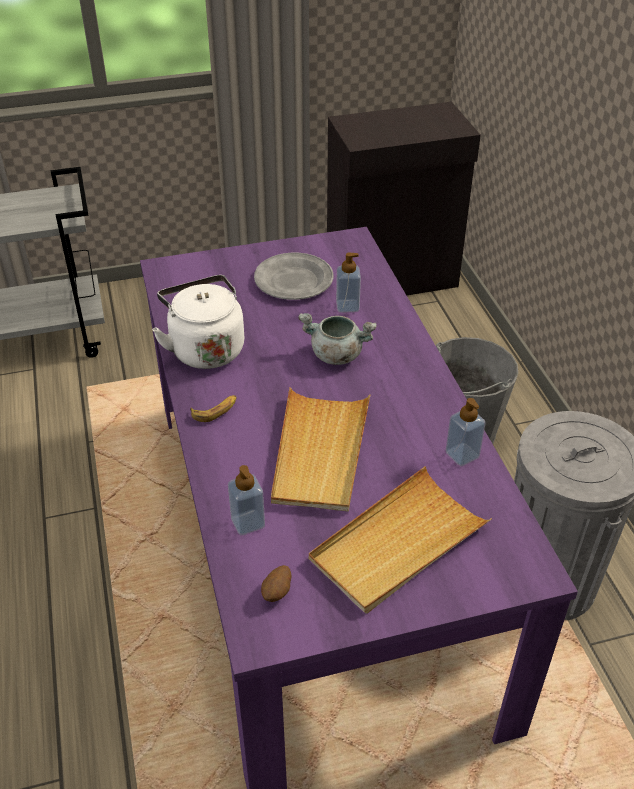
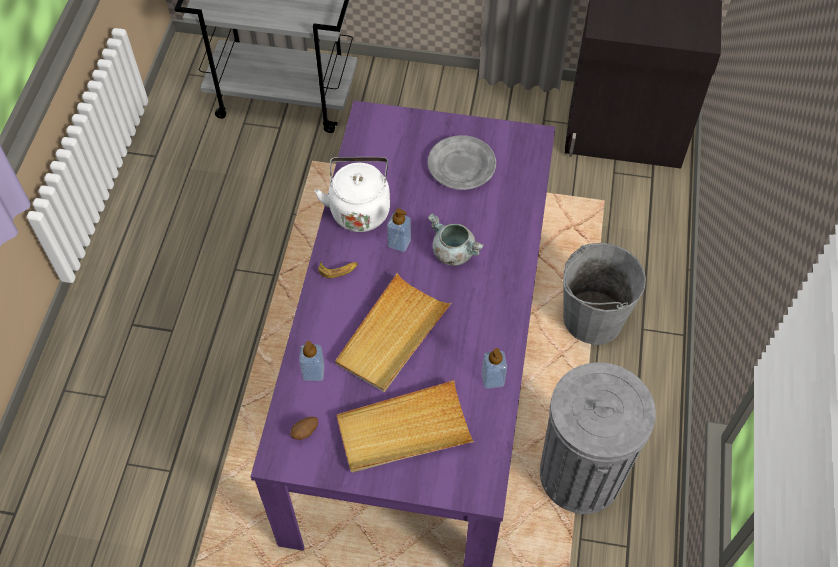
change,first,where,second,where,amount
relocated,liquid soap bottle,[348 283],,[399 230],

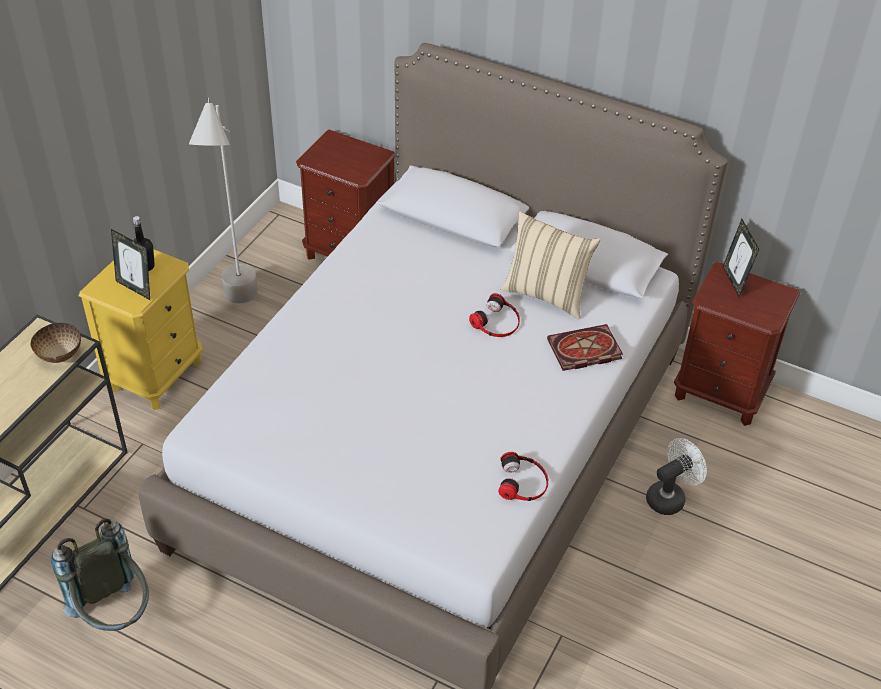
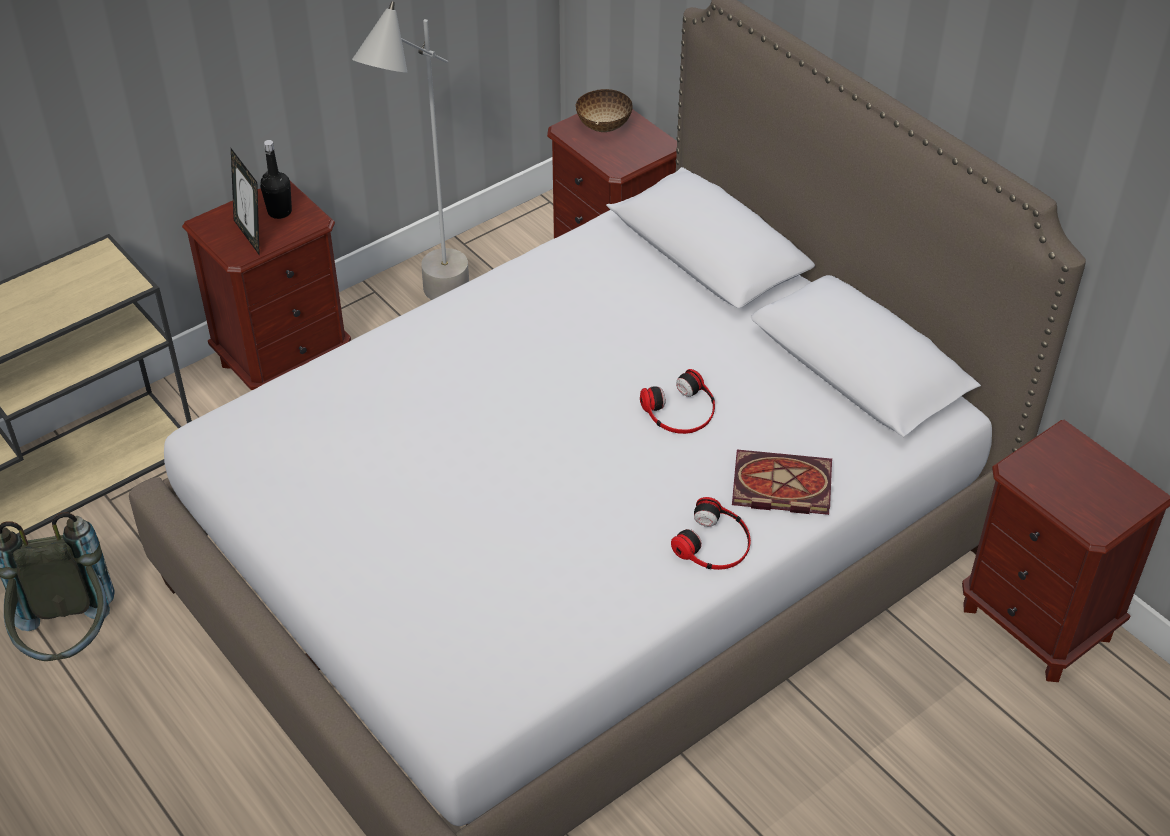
change,first,where,second,where,amount
colour,bedside table (yellow),[141 329],bedside table (brown-coloured),[266 285],
relocated,bowl,[56 343],,[604 110],
relocated,headphones,[523 476],,[711 533],
missing,cushion (beige),[550 265],,,
missing,electric fan (white-coloured),[676 476],,,
missing,standing frame,[741 258],,,

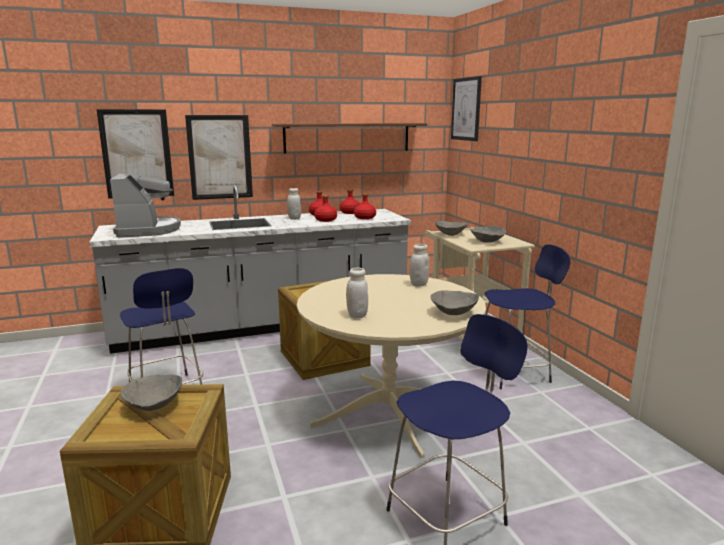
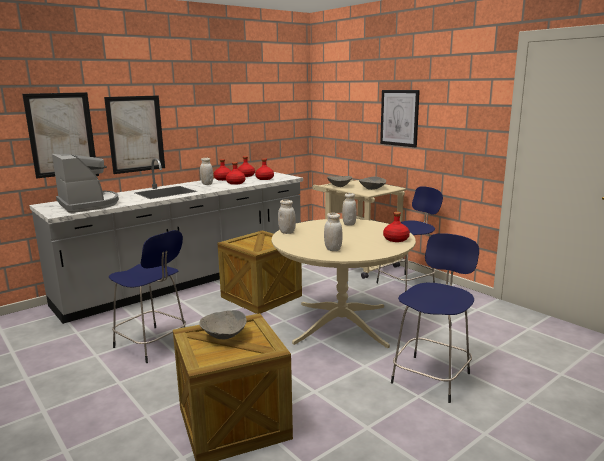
change,first,where,second,where,amount
appeared,,,preserve jar (white-coloured),[286 217],
relocated,wall picture,[466 108],,[400 118],
exchanged,bowl (grey),[455 302],bottle (reddish),[396 227],
missing,wall shelf (brown-coloured),[349 138],,,

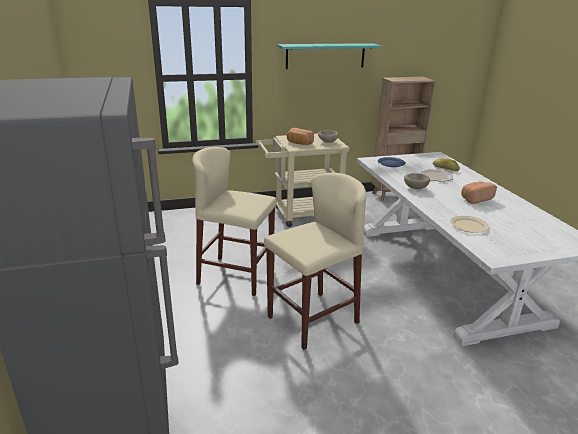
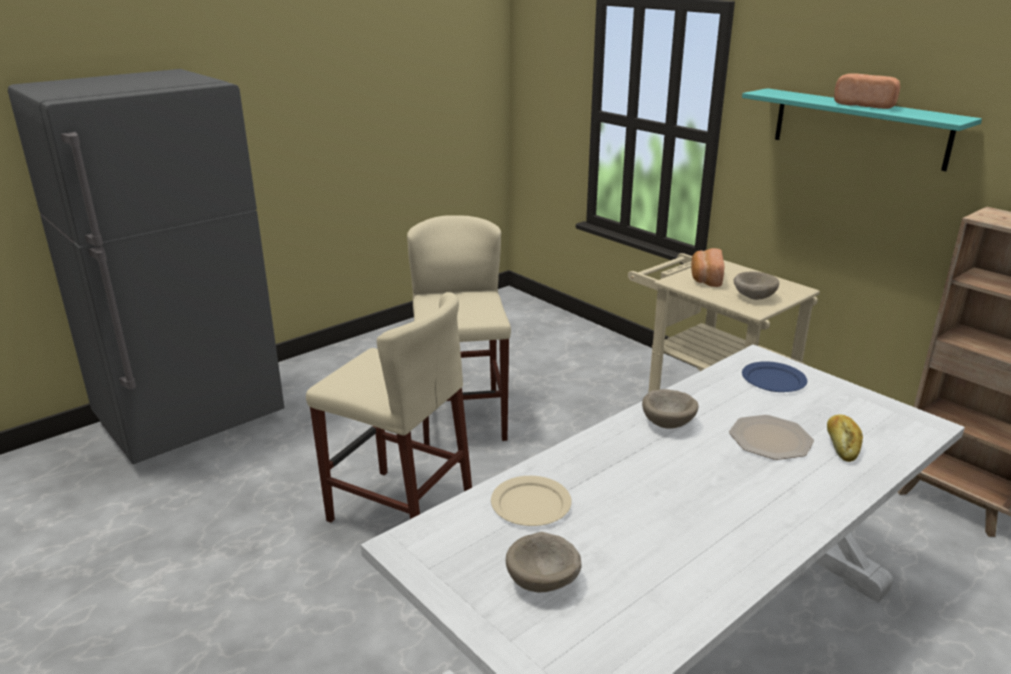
change,first,where,second,where,amount
appeared,,,bowl (beige),[544 562],
relocated,bread,[479 192],,[867 91],

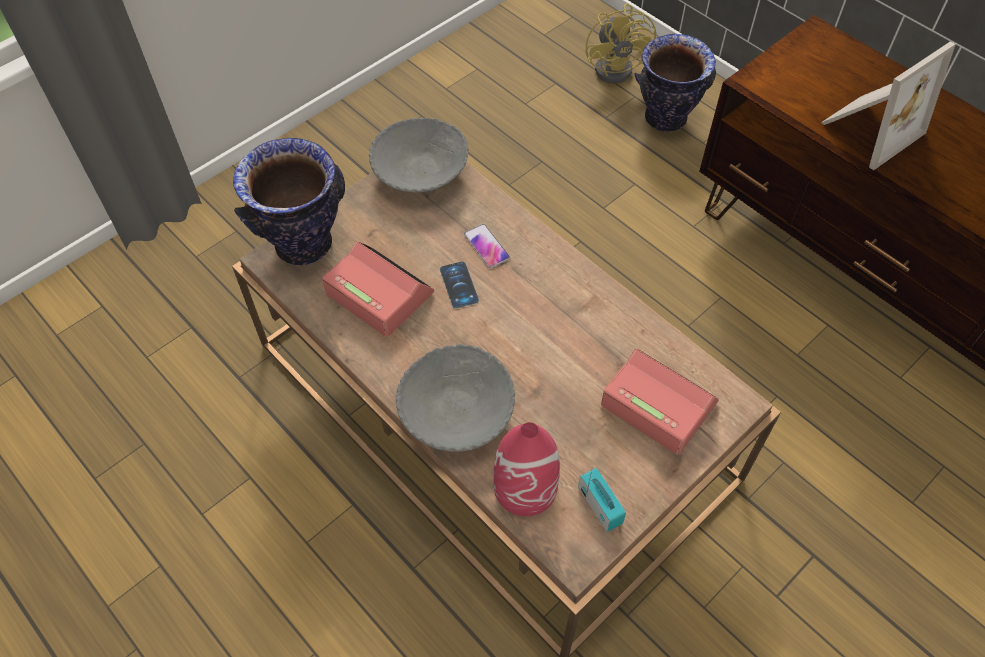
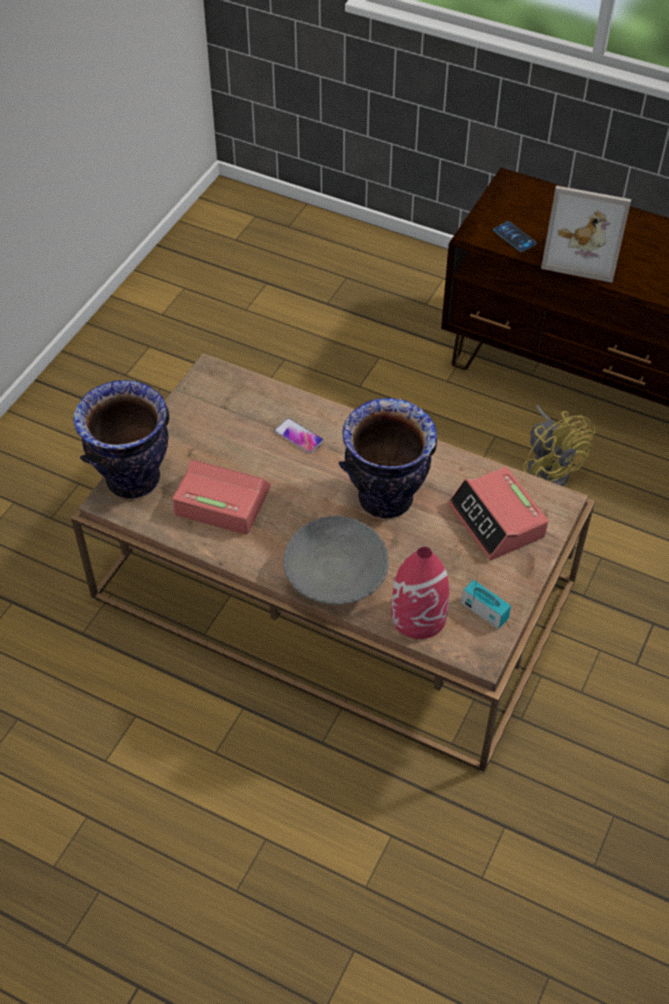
change,first,where,second,where,amount
relocated,decorative vase,[675 83],,[388 458],
spun,alarm clock,[660 402],,[498 513],135 degrees counterclockwise
relocated,phone,[459 285],,[515 236],
relocated,electric fan (yellow),[621 44],,[559 445],
spun,standing frame,[888 105],,[586 234],75 degrees clockwise
missing,bowl (grey),[418 155],,,

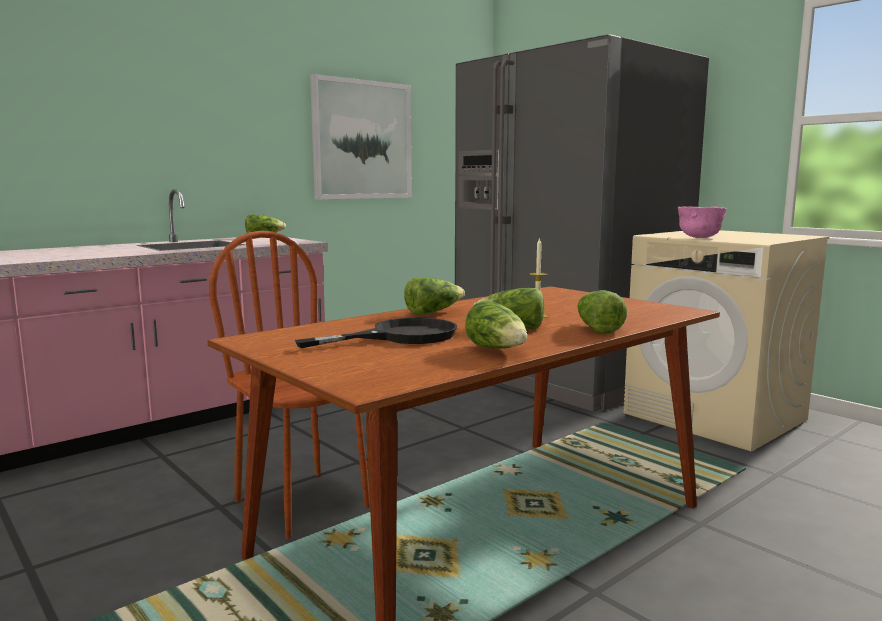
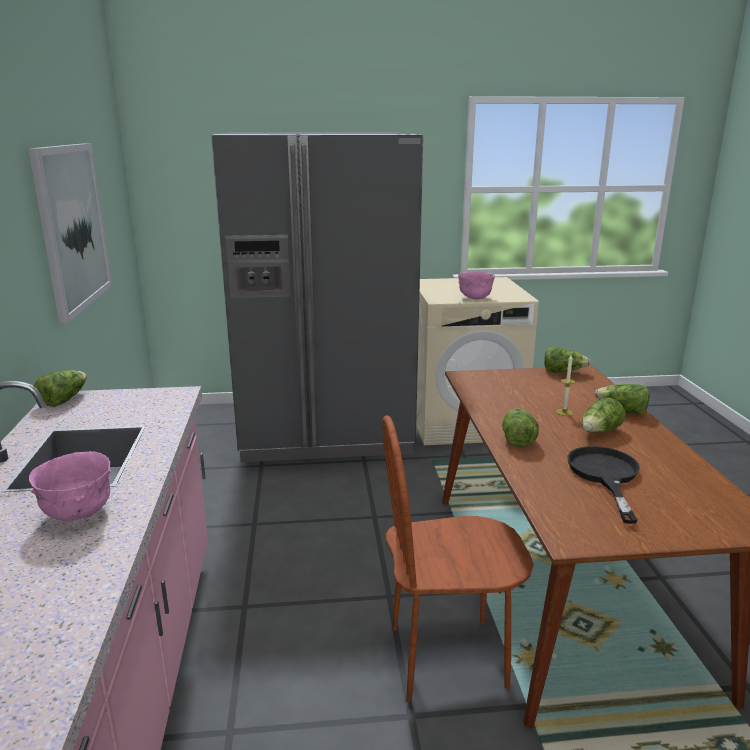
change,first,where,second,where,amount
appeared,,,bowl (pink-coloured),[70 486],
relocated,lettuce head,[496 324],,[567 360],

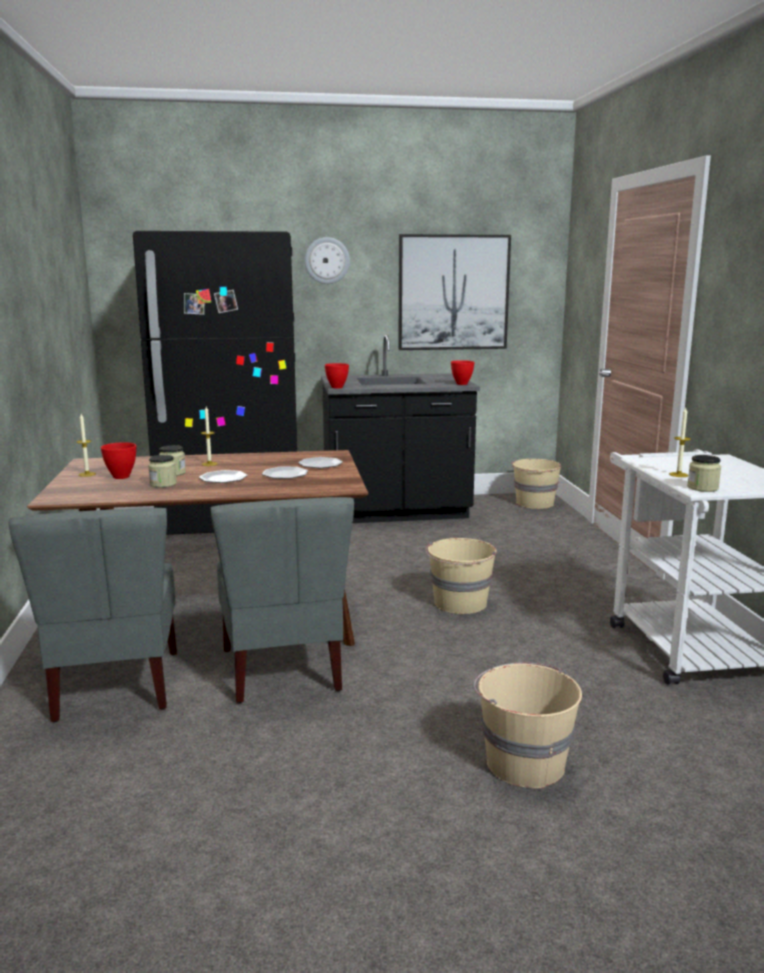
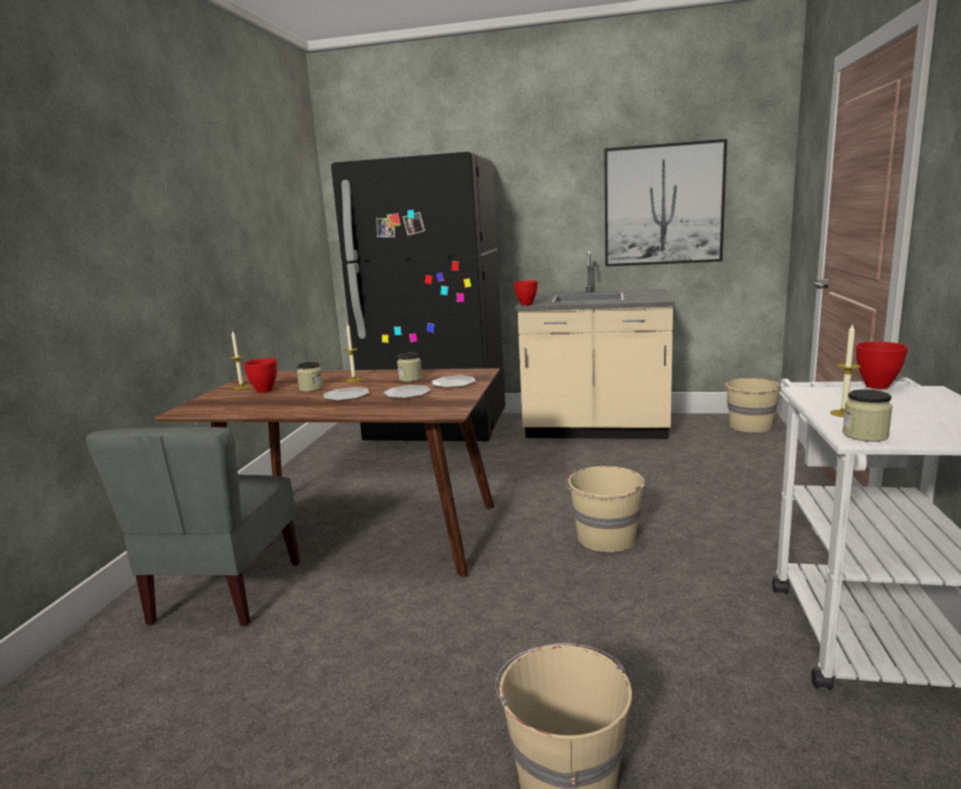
change,first,where,second,where,amount
relocated,preserve jar,[162 471],,[409 367],
colour,kitchen counter (black-coloured),[400 429],kitchen counter (beige),[595 345],
relocated,bowl (reddish),[463 372],,[882 365],
missing,plain chair (grey),[282 600],,,
missing,hanging clock,[327 260],,,

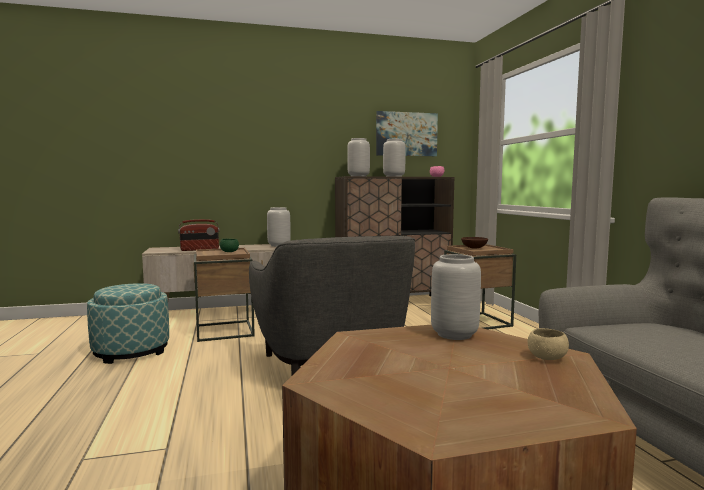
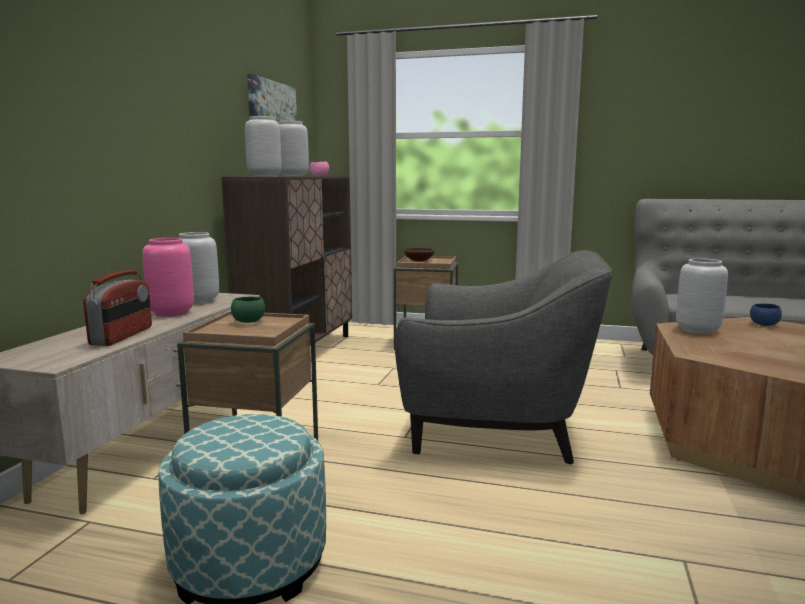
change,first,where,second,where,amount
appeared,,,decorative vase (pink-coloured),[168 277],
colour,bowl (beige),[548 344],bowl (blue),[766 315],

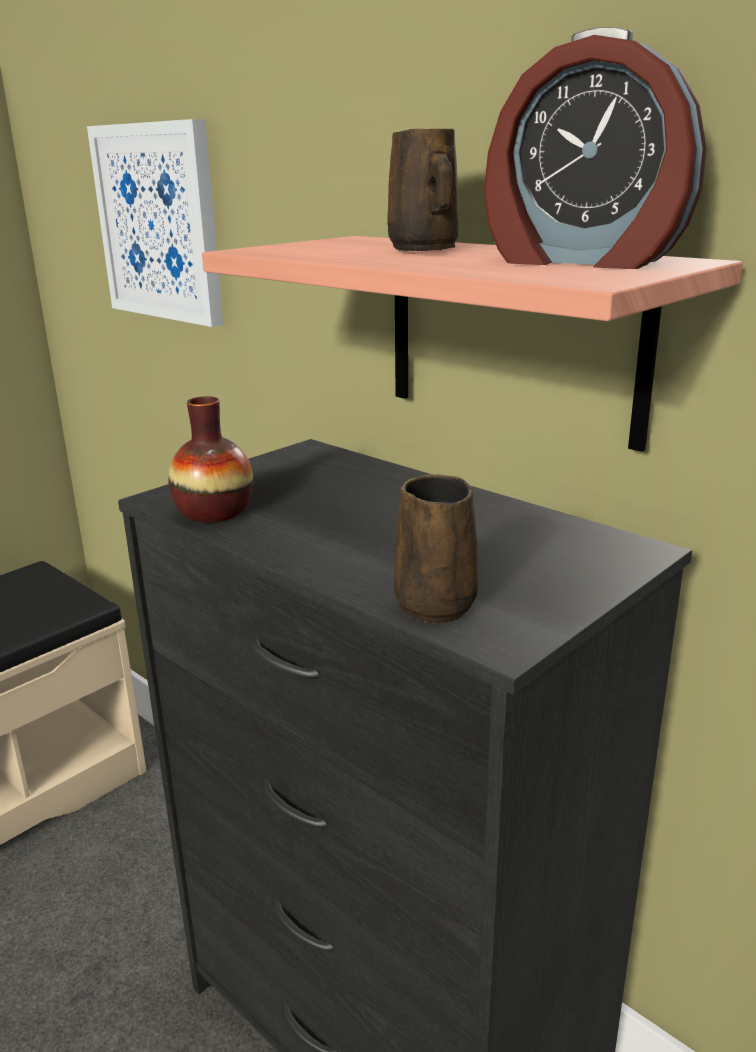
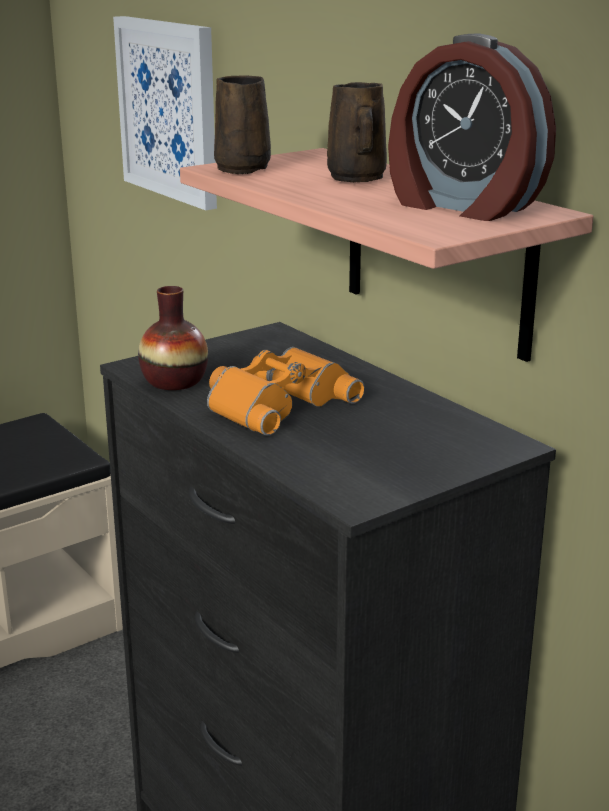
change,first,where,second,where,amount
appeared,,,binoculars (orangey),[286 391],
relocated,mug (brown-coloured),[436 549],,[242 124],

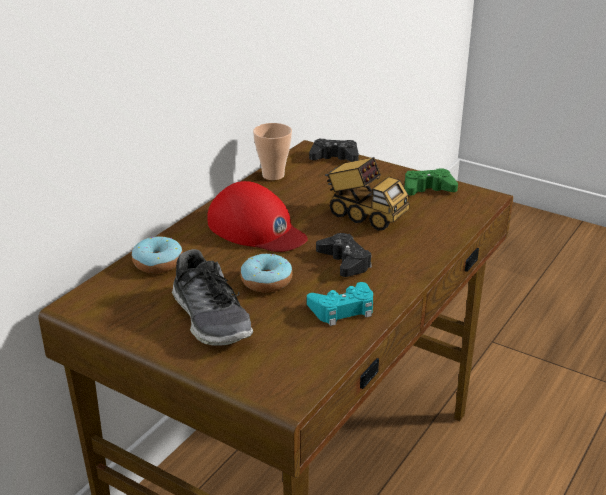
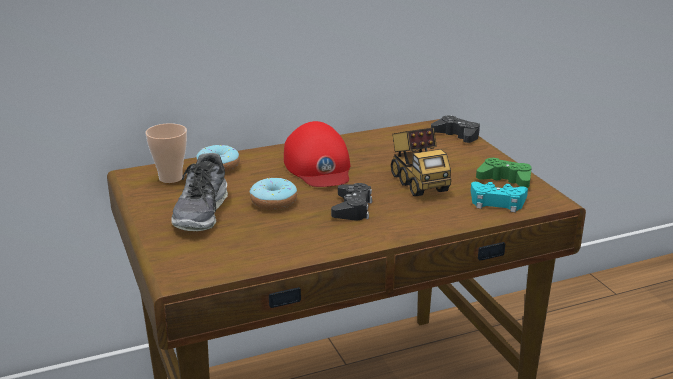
change,first,where,second,where,amount
relocated,small cup,[272 151],,[166 153],
relocated,joypad (blue-green),[340 304],,[499 197],

